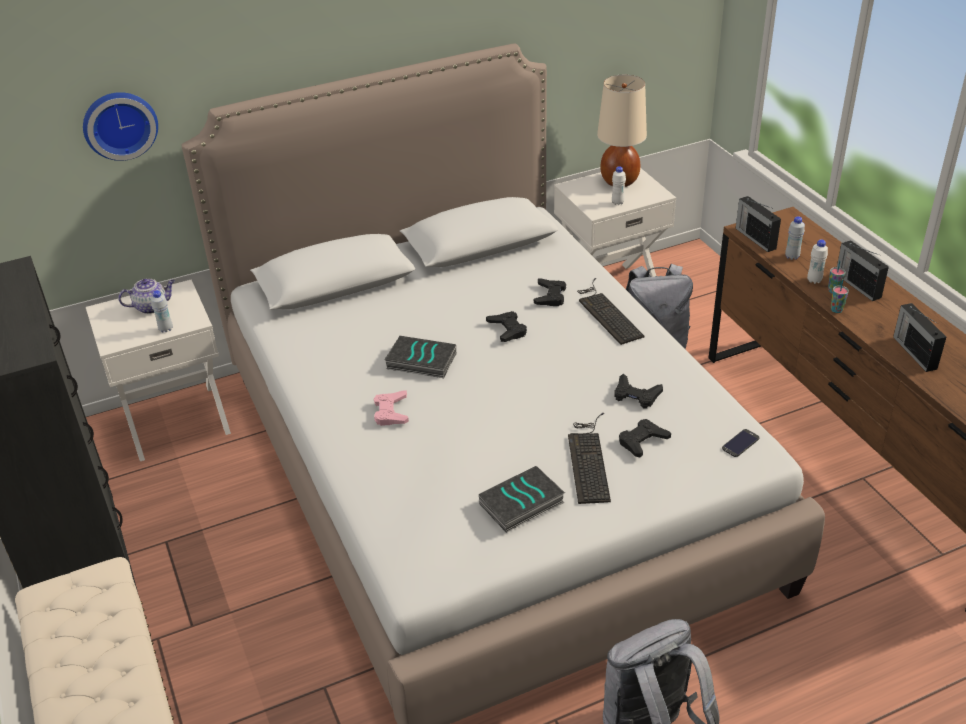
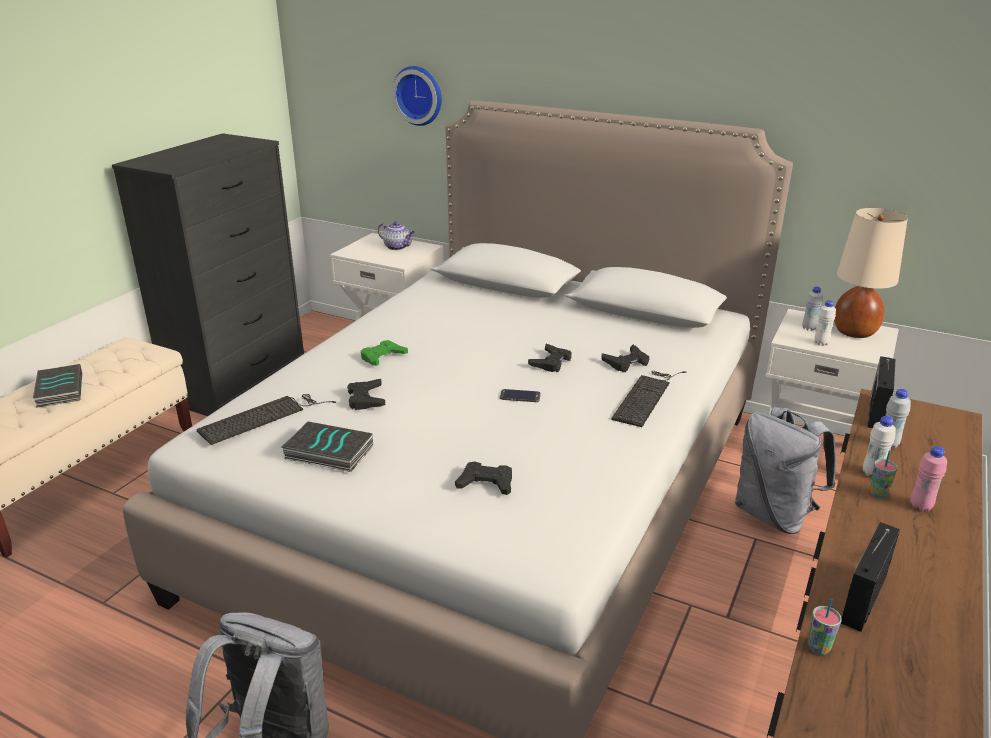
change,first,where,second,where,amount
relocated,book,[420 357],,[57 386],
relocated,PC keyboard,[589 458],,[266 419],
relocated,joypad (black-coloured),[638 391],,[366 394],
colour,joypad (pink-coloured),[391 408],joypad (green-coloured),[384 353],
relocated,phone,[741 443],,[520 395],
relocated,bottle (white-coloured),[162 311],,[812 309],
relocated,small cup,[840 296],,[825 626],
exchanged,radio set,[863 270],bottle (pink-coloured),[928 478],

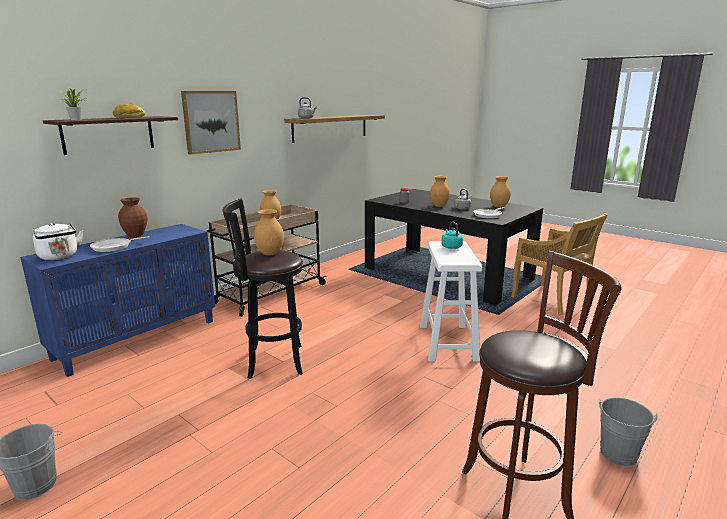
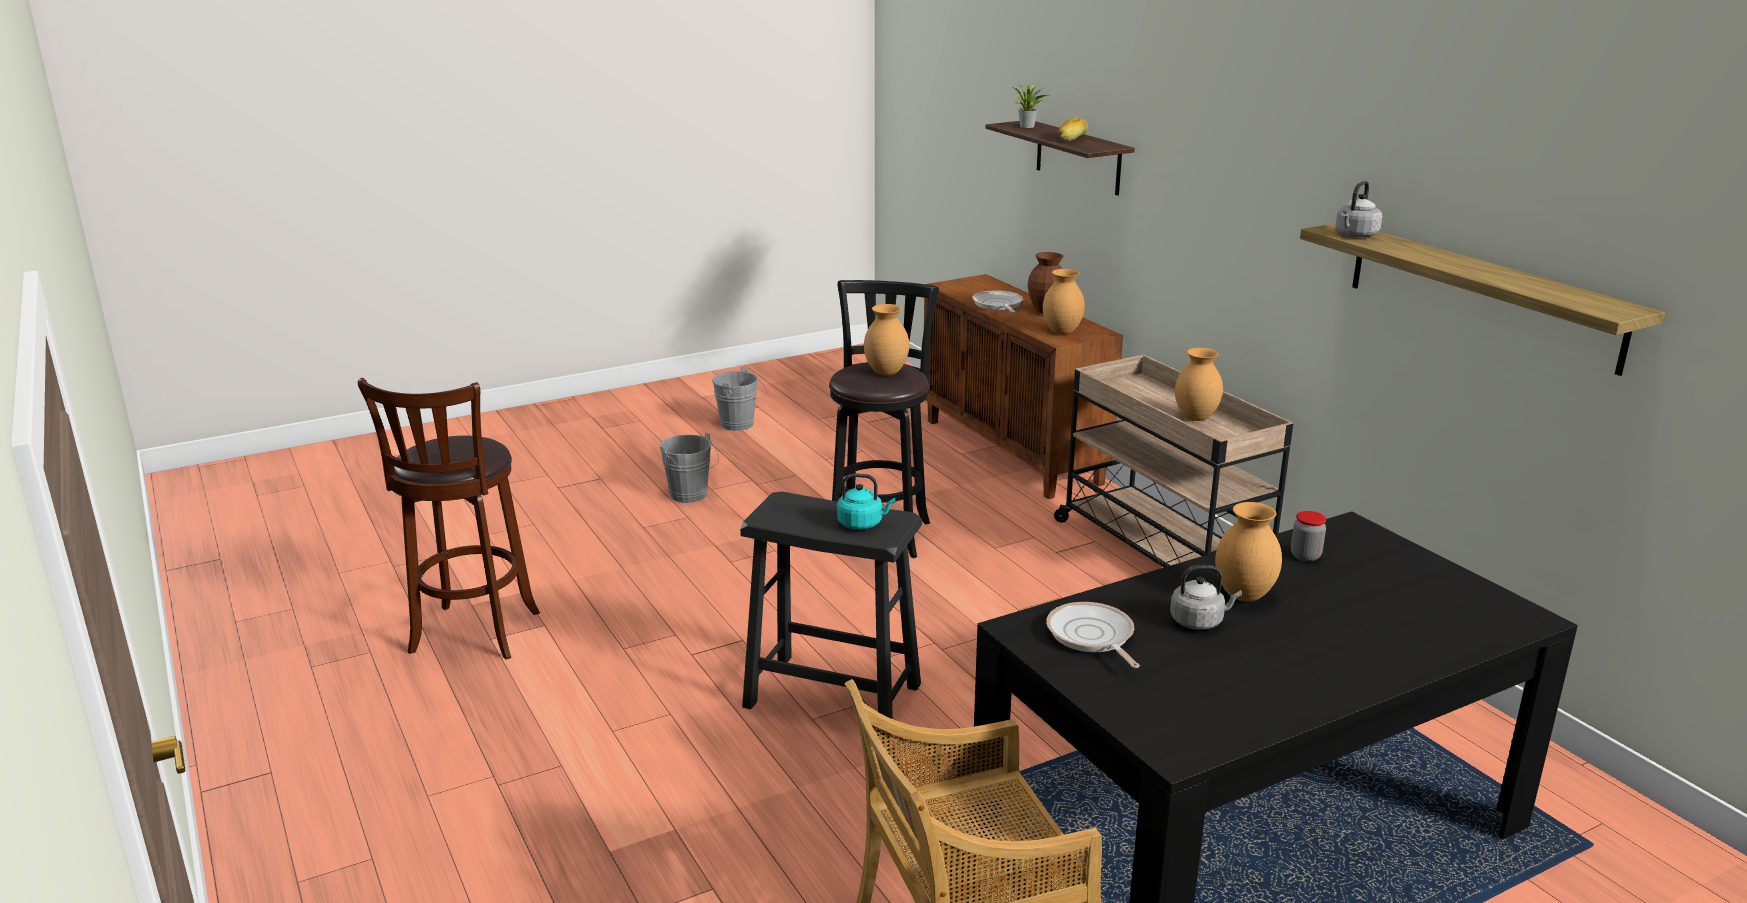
change,first,where,second,where,amount
relocated,pail (grey),[628 432],,[689 467],
colour,stool seat (white-coloured),[451 301],stool seat (black-coloured),[831 612],
colour,cupboard (blue),[117 300],cupboard (brown-coloured),[1023 386],
relocated,decorative vase (brown-coloured),[500 192],,[1064 301],
missing,kettle (white-coloured),[58 241],,,
missing,wall picture,[211 123],,,

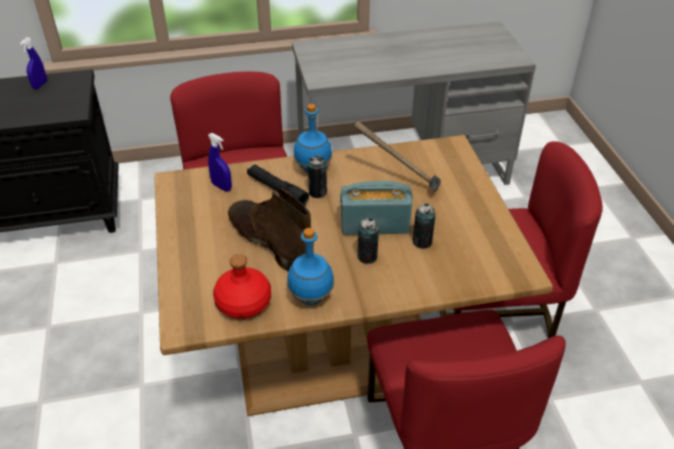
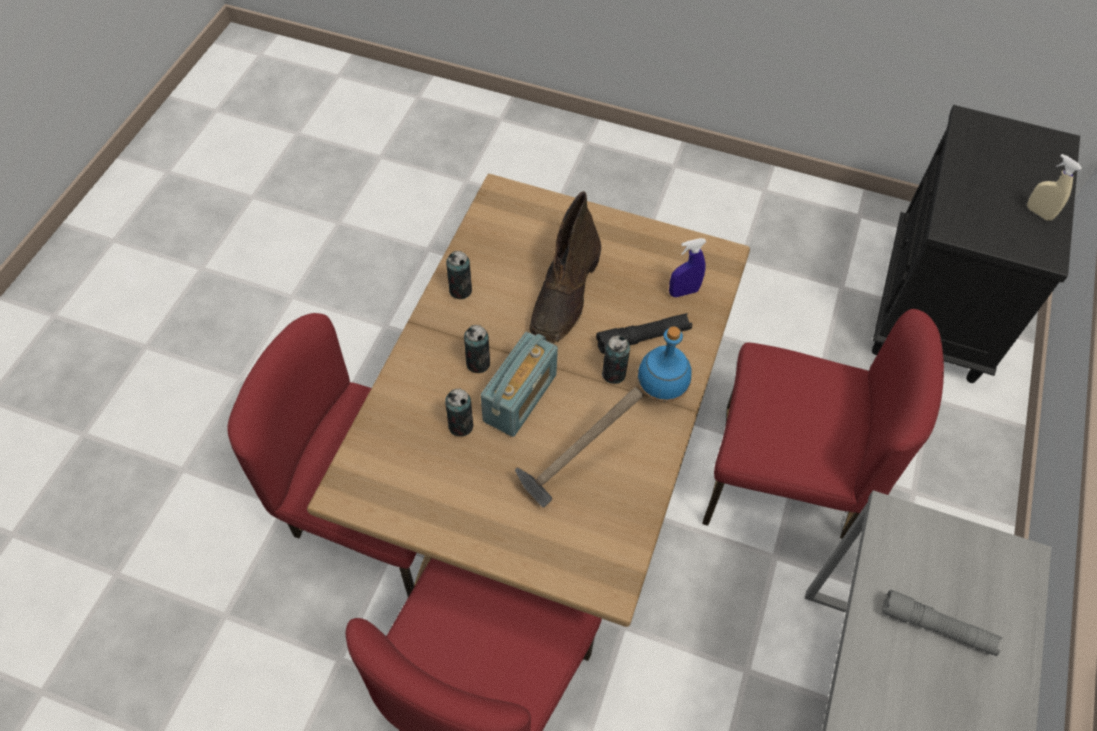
change,first,where,second,where,amount
exchanged,bottle (blue),[310 266],can,[459 275],
spun,boot (brown-coloured),[271 229],,[565 267],120 degrees clockwise
appeared,,,hand torch (grey),[942 623],
colour,hand sprayer (blue),[33 63],hand sprayer (beige),[1054 187],
missing,bottle (reddish),[242 286],,,

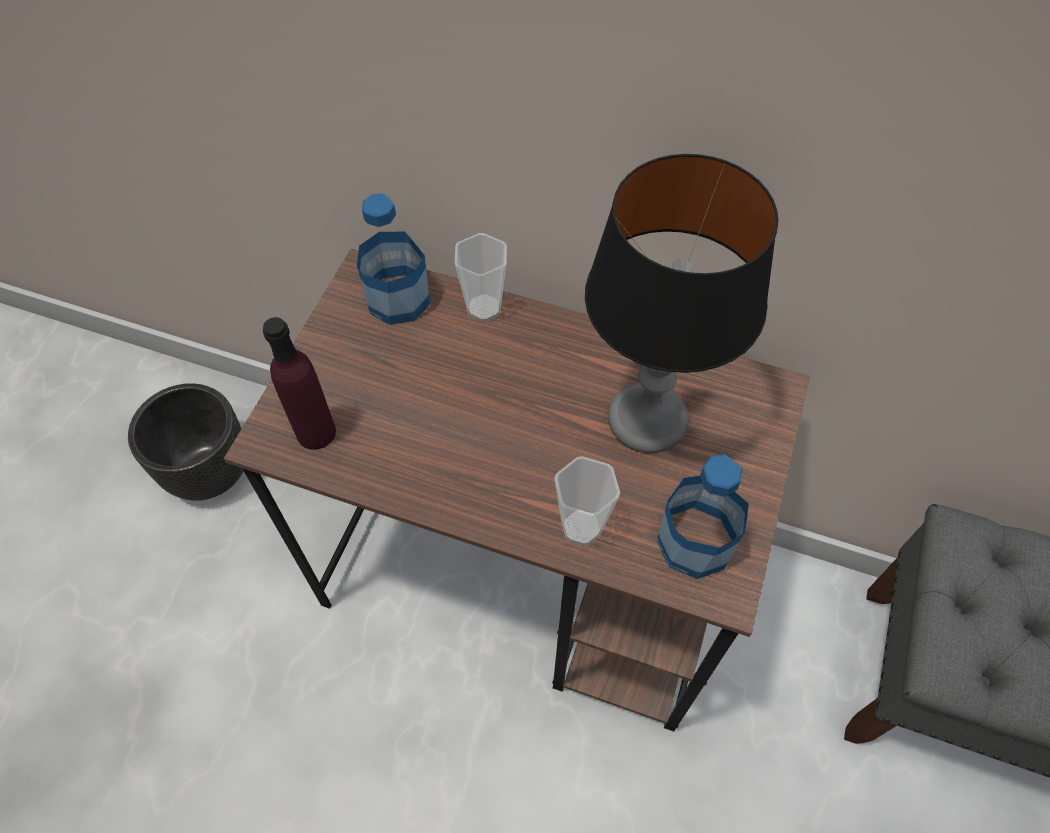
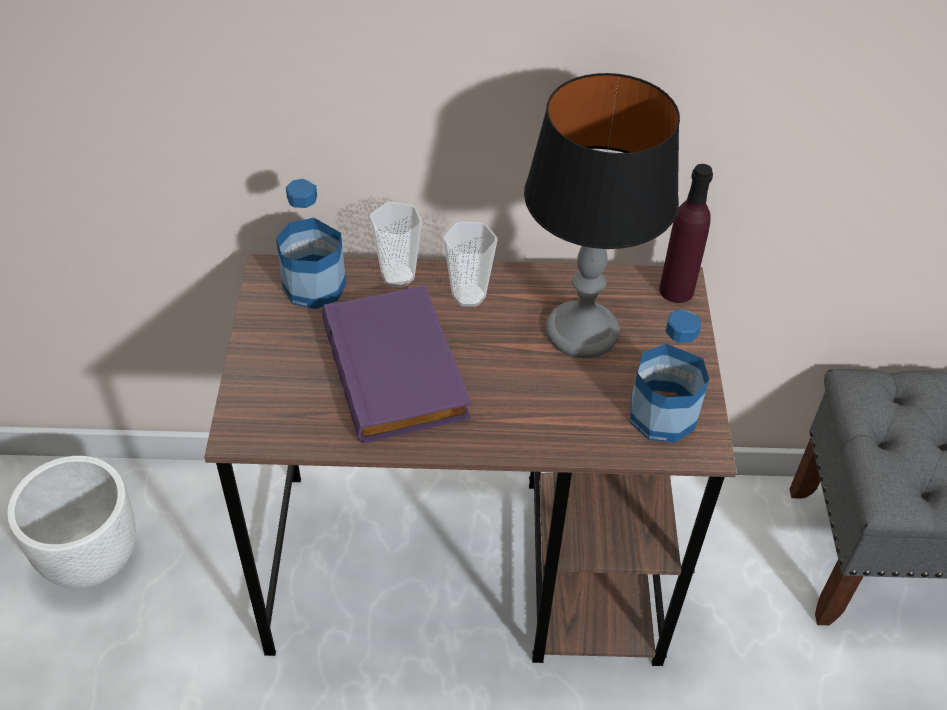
change,first,where,second,where,amount
colour,plant pot (black-coloured),[185 442],plant pot (white-coloured),[71 522],
appeared,,,book (purplish),[396 364],
relocated,small cup,[587 501],,[470 264],
relocated,bottle (purplish),[299 383],,[686 233],

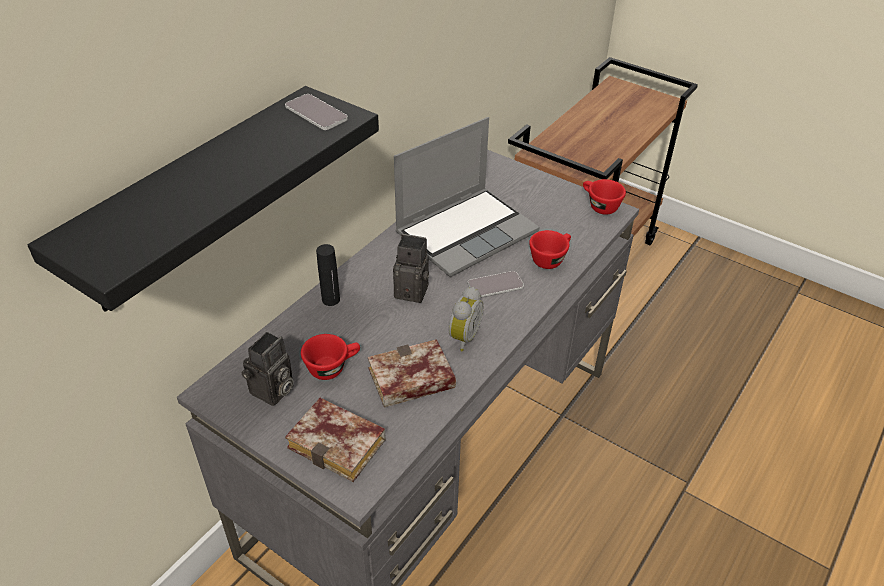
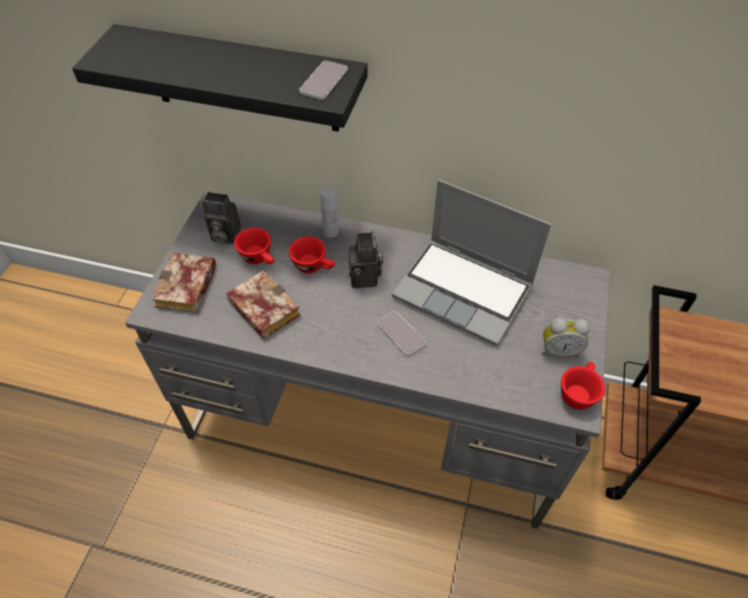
change,first,where,second,where,amount
relocated,small cup (reddish),[550 249],,[312 254],
colour,bottle (black-coloured),[328 275],bottle (white-coloured),[329 212],
relocated,alarm clock,[465 319],,[566 337],

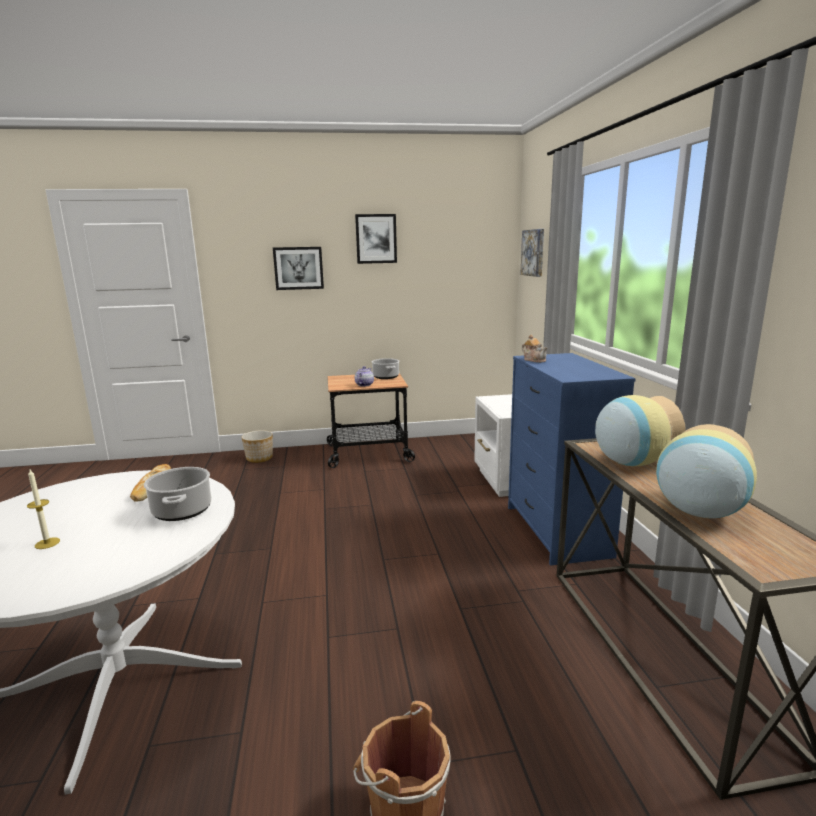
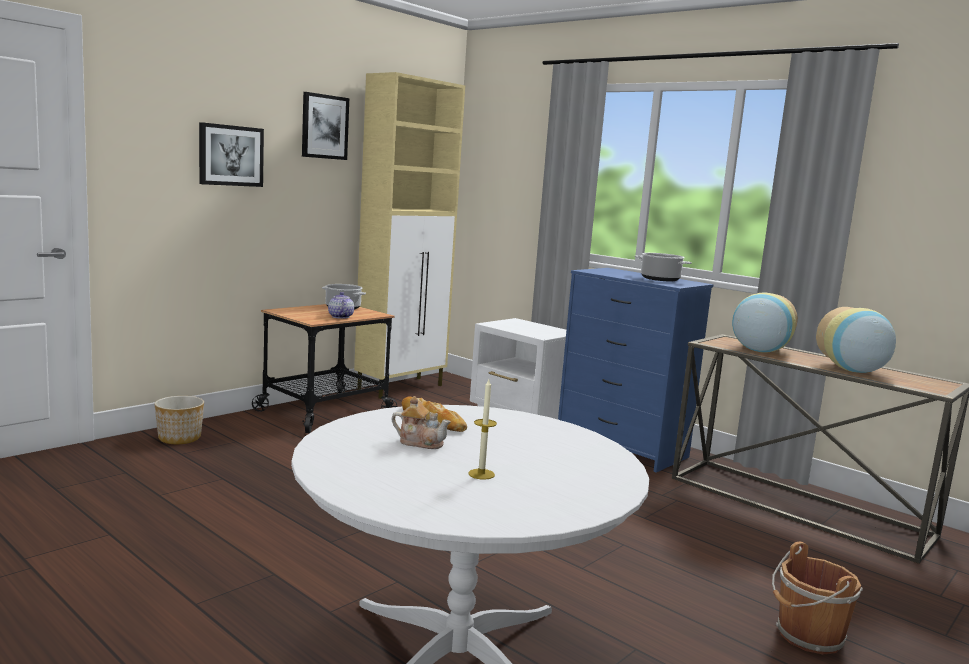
change,first,where,second,where,amount
appeared,,,cupboard (beige),[409 235],
relocated,tea pot,[534 349],,[421 422],
relocated,cooking pot,[178 494],,[663 267],
missing,wall picture,[532 253],,,

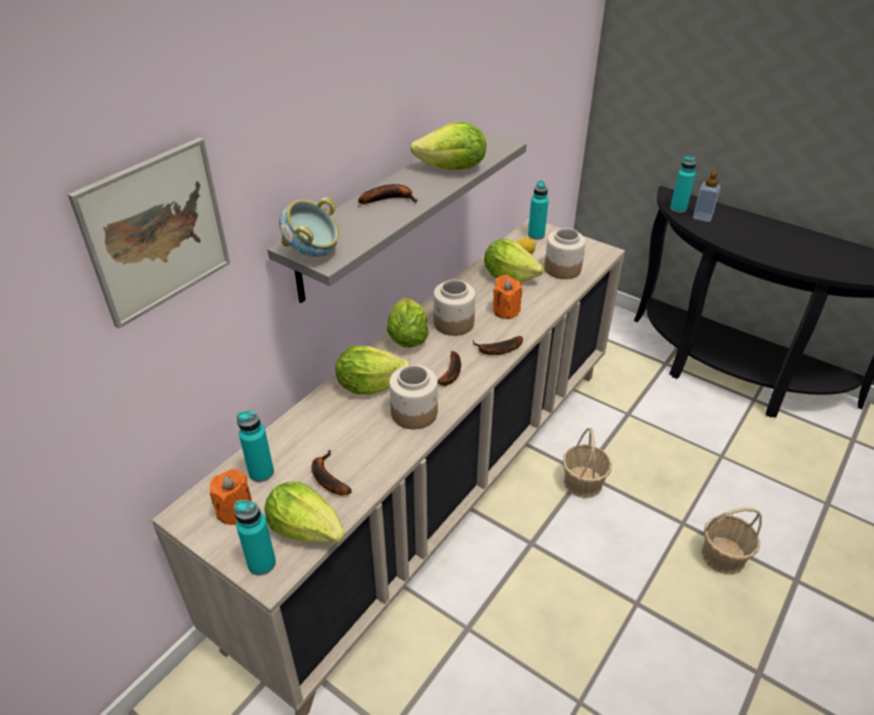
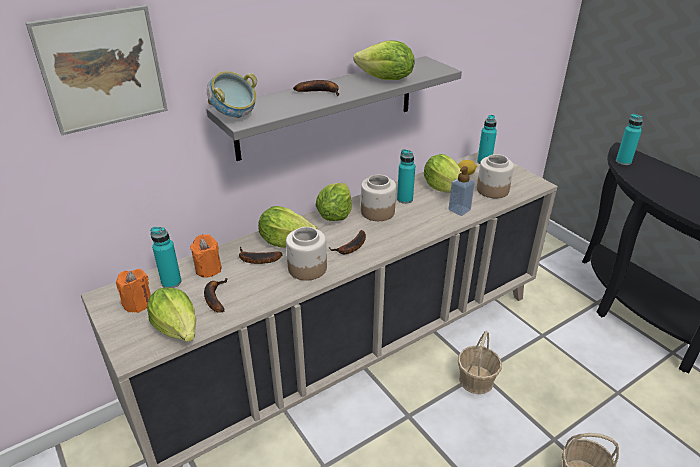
change,first,where,second,where,amount
relocated,wax light (orangey),[507 297],,[206 255],
relocated,banana fruit,[498 345],,[261 255],
relocated,bottle (blue-green),[255 538],,[406 176],
relocated,liquid soap bottle,[707 196],,[461 191],

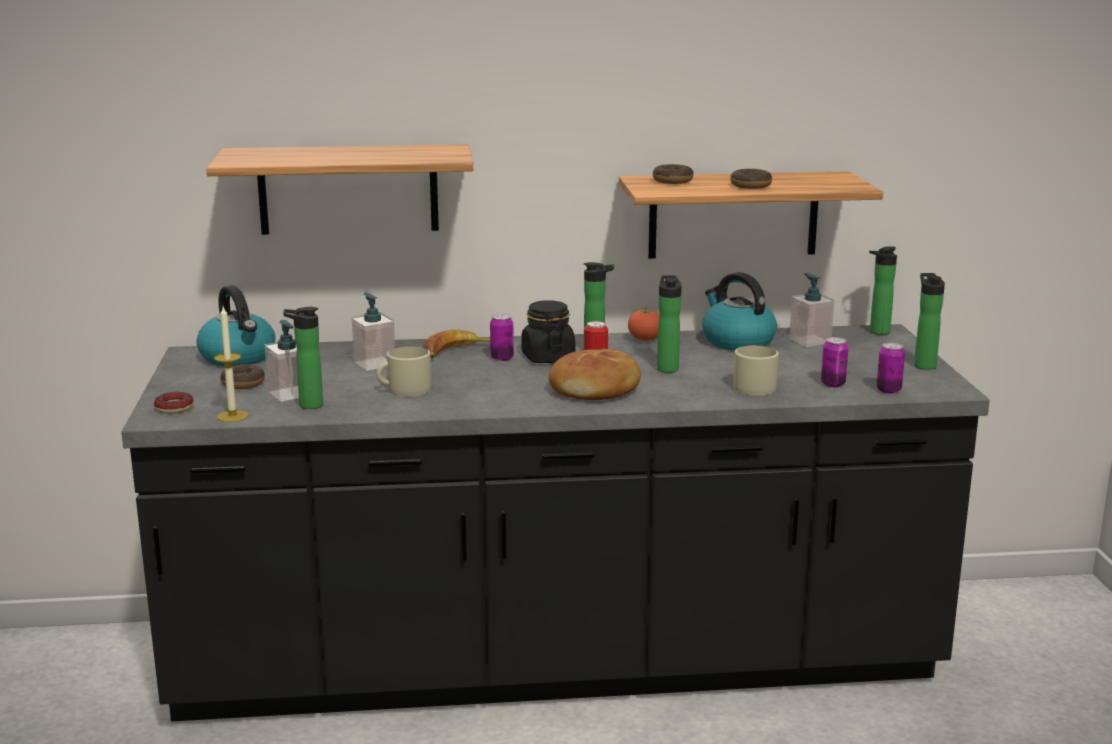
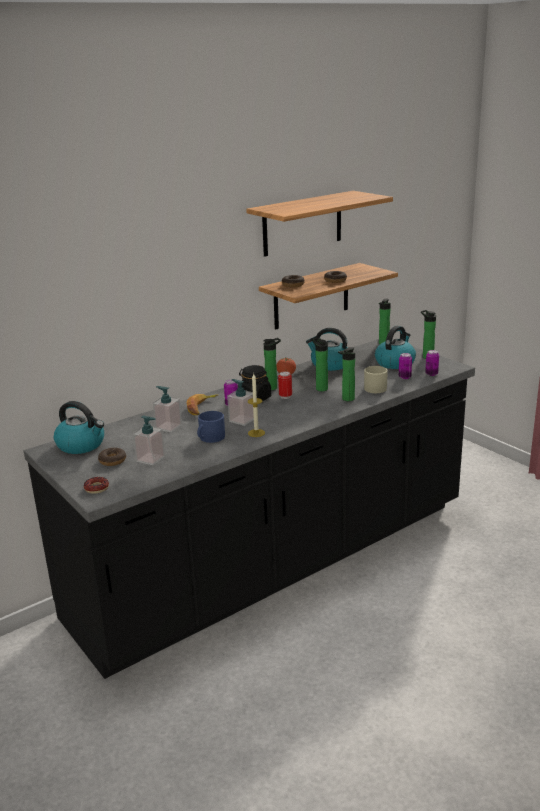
change,first,where,second,where,amount
colour,mug (beige),[403 371],mug (blue),[211 427],
relocated,liquid soap bottle,[811 310],,[240 402],
relocated,wall shelf,[339 189],,[319 224],
relocated,wax light,[231 364],,[256 405],
relocated,bottle,[303 358],,[346 374],
appeared,,,kettle,[395 347],
missing,bread,[595 374],,,

